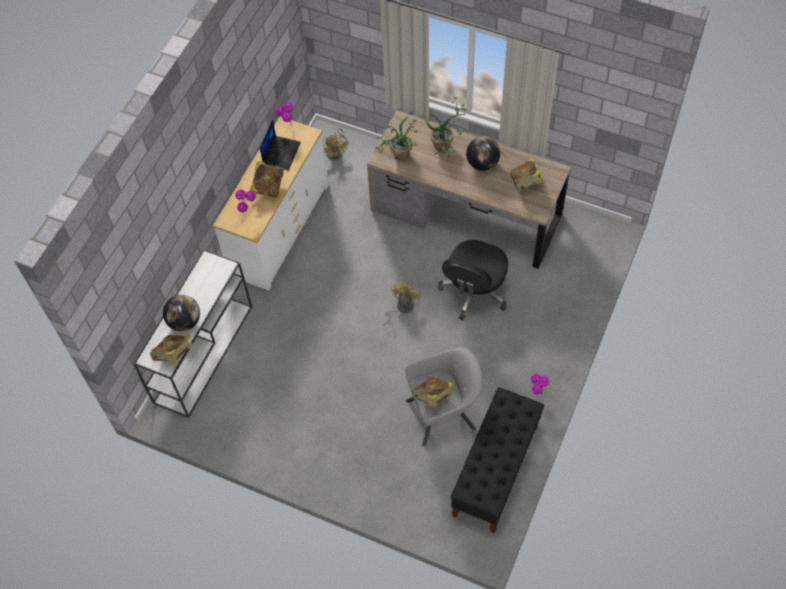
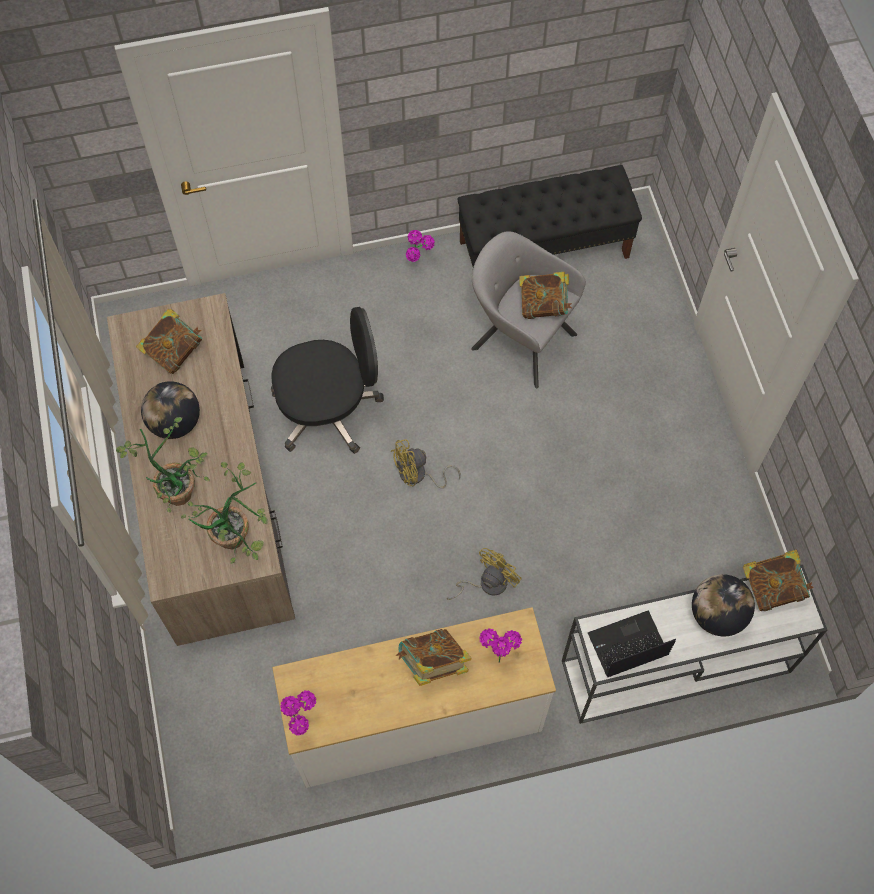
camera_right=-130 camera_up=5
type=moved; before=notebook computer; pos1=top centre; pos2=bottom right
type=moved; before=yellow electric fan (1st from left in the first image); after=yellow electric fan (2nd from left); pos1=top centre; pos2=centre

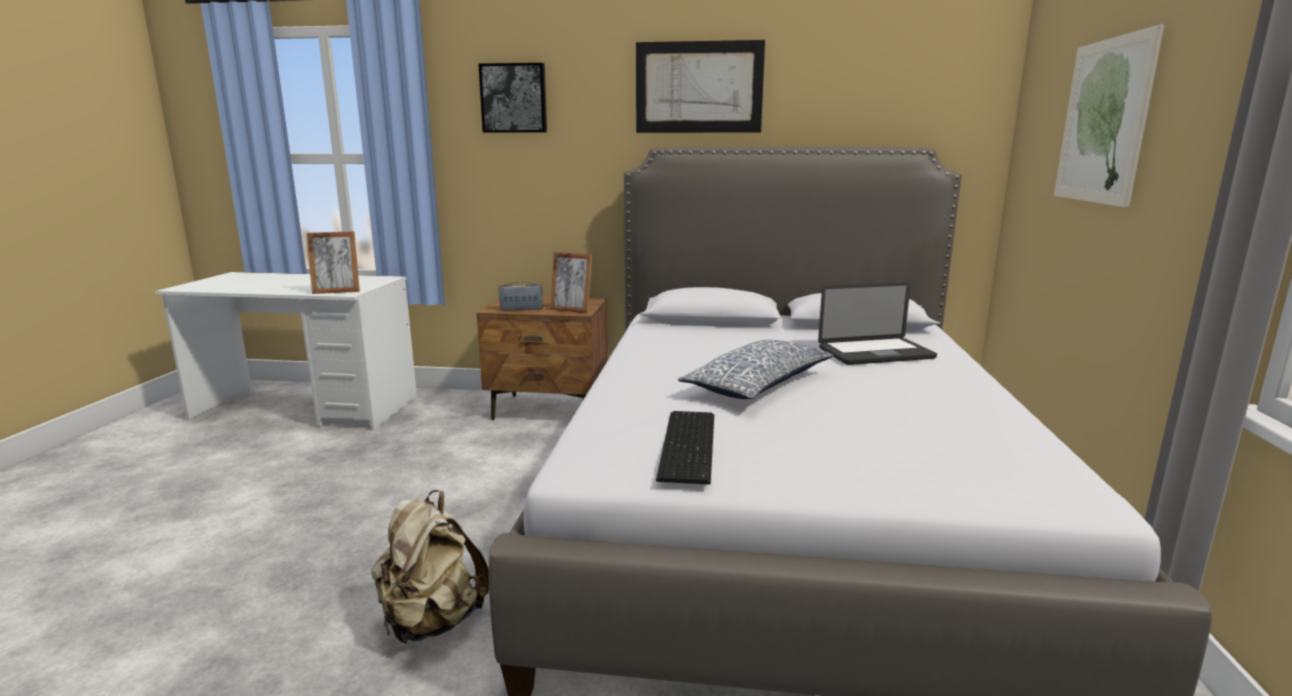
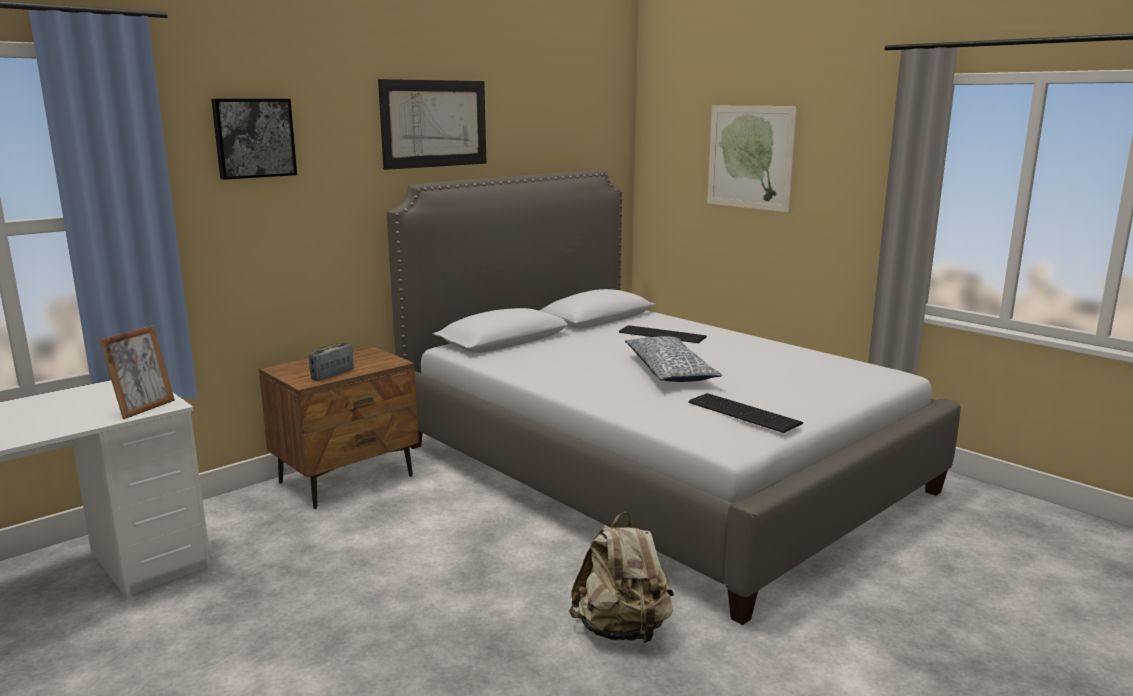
camera_right=-50 camera_up=0
type=removed; before=photo frame (2nd from left); pos1=centre
type=replaced; before=notebook computer; after=PC keyboard (1st from left); pos1=middle right; pos2=centre

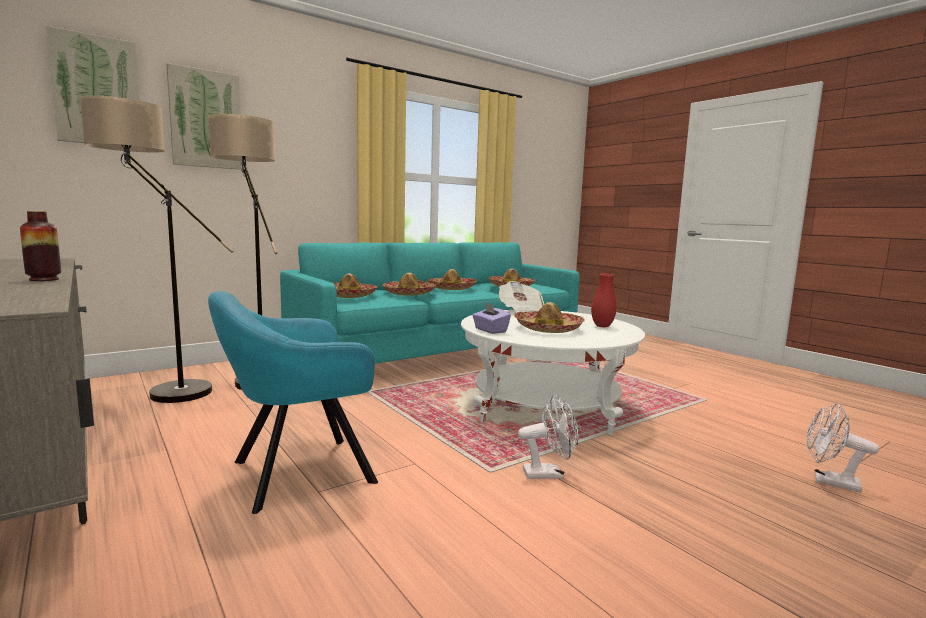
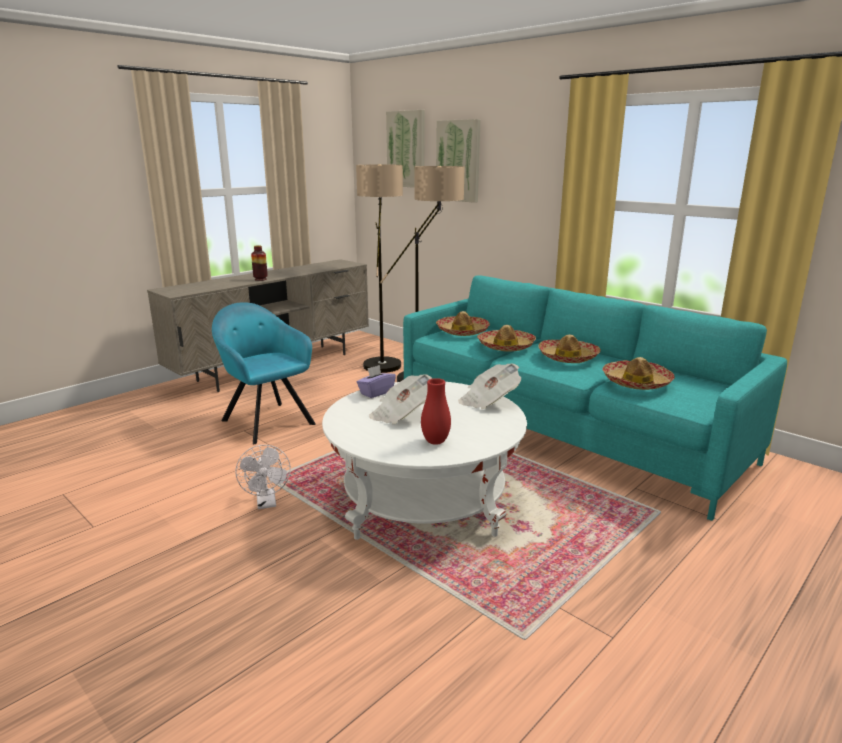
camera_right=80 camera_up=10
type=replaced; before=wearable hat (5th from left); after=daily paper (1st from left); pos1=centre; pos2=centre
type=removed; before=white-coloured electric fan (2nd from left); pos1=bottom right

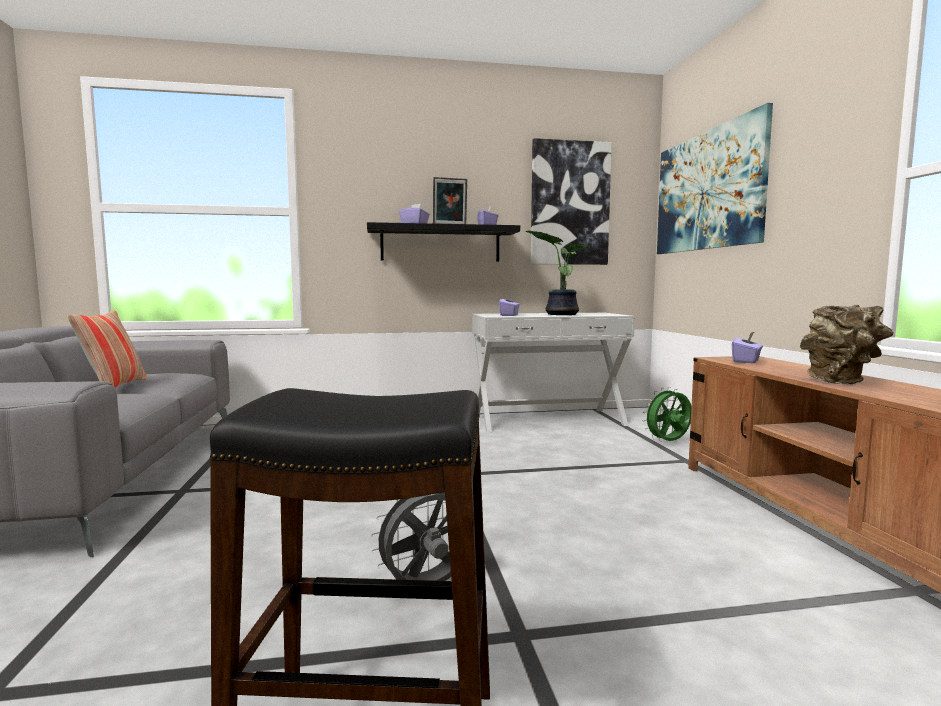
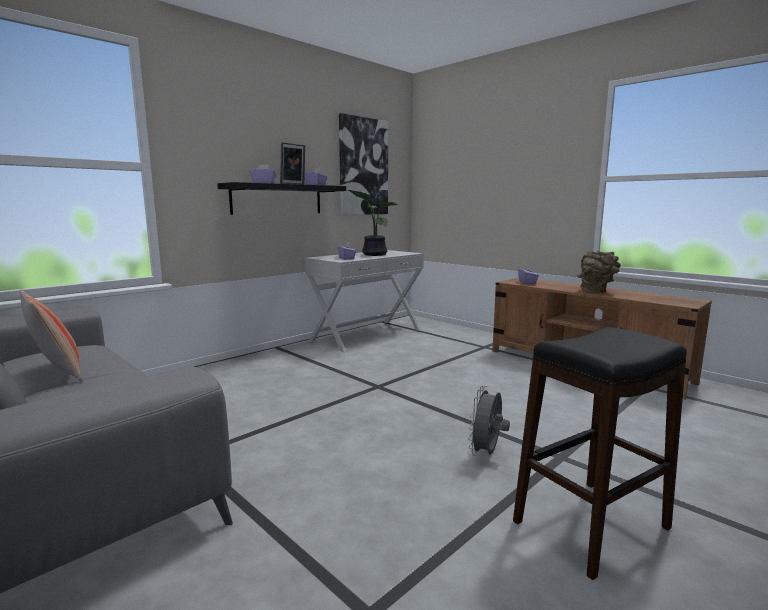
camera_right=-35 camera_up=5
type=removed; before=picture (2nd from left); pos1=top right
type=removed; before=greenish electric fan; pos1=middle right

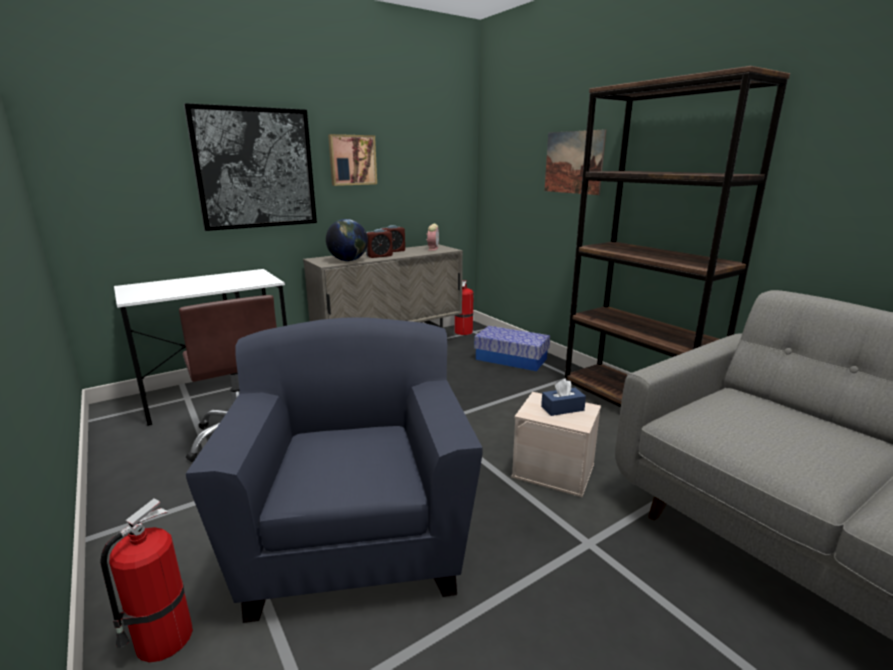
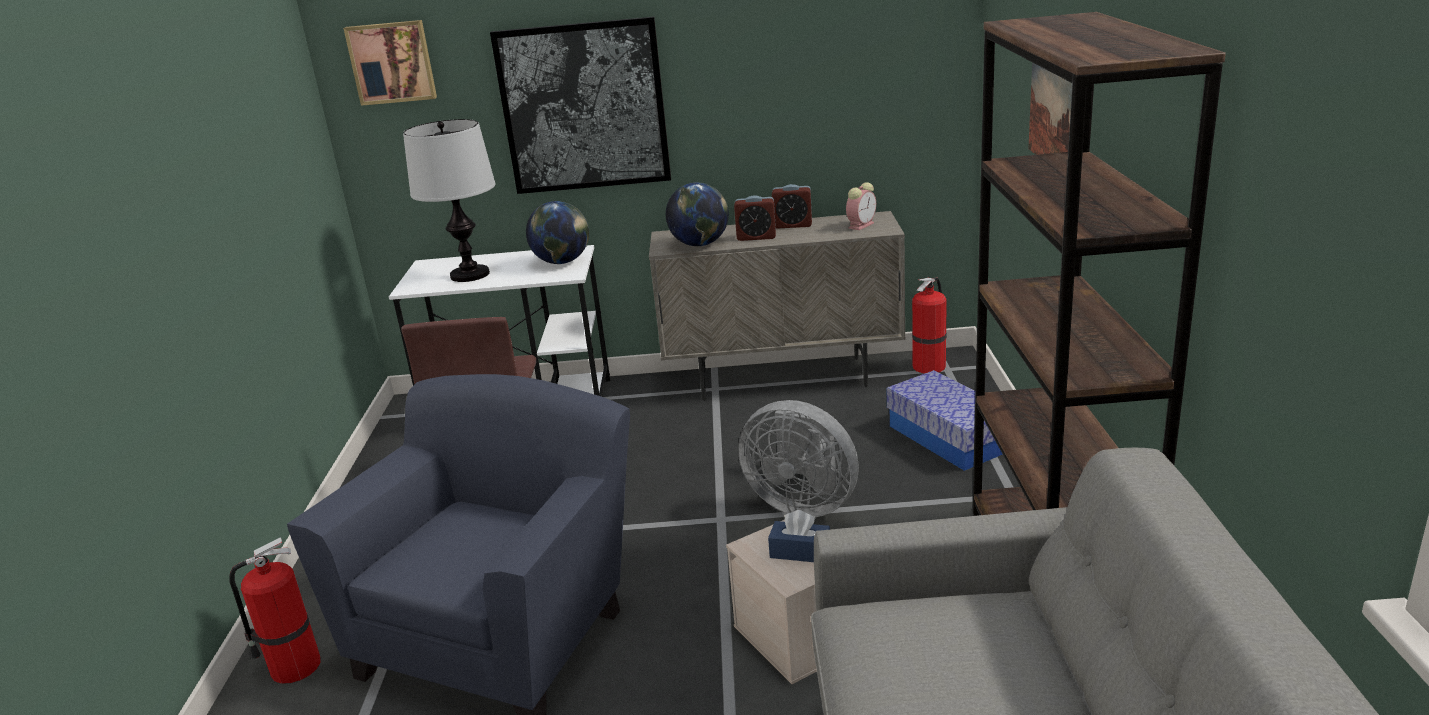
camera_right=35 camera_up=5
type=moved; before=picture (2nd from left in the first image); after=picture (1st from left); pos1=top centre; pos2=top left
type=added; after=tabletop lamp; pos2=top left
type=added; after=world globe (1st from left); pos2=top centre
type=added; after=gray electric fan; pos2=centre

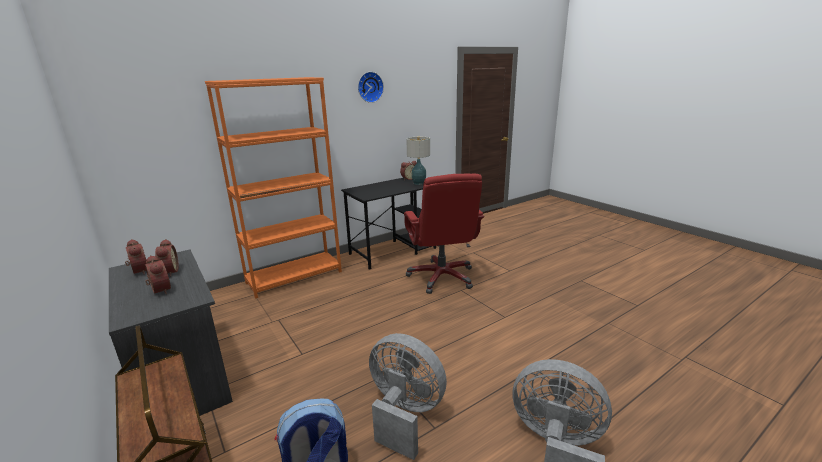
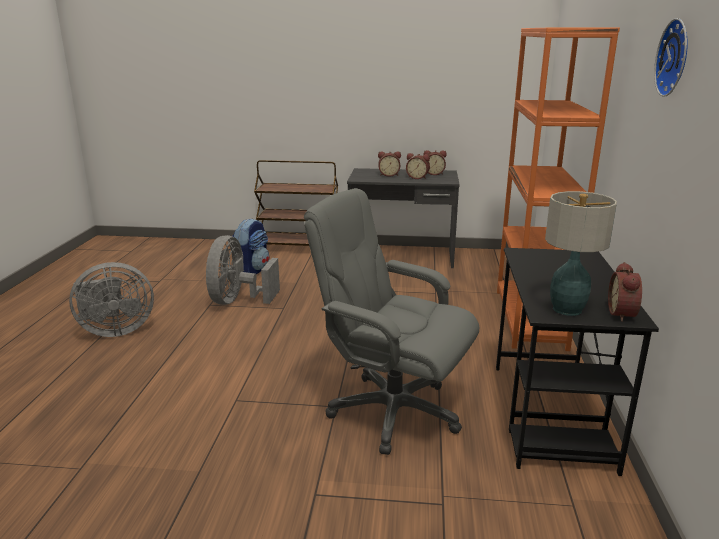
camera_right=130 camera_up=0
type=recoloured; before=red-coloured computer chair; after=gray computer chair; pos1=centre; pos2=centre
type=turned; before=gray electric fan (1st from left in the first image); pos1=bottom centre; pos2=centre; turn=120

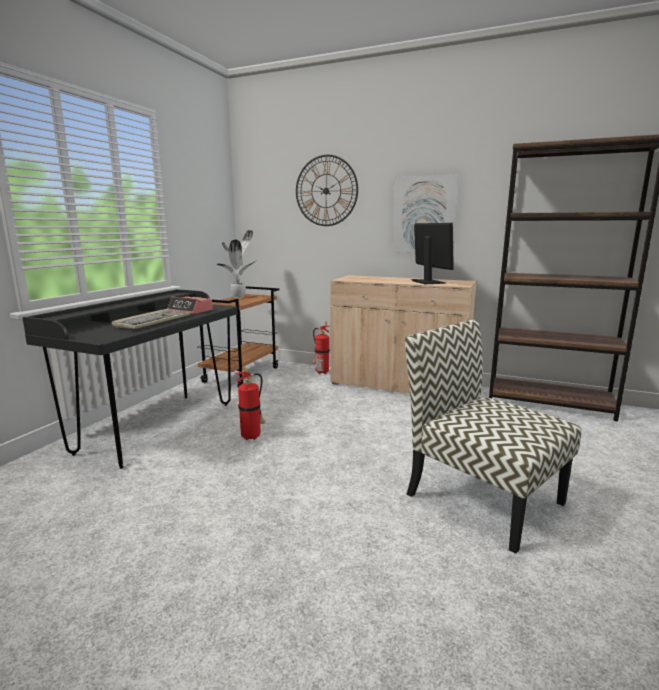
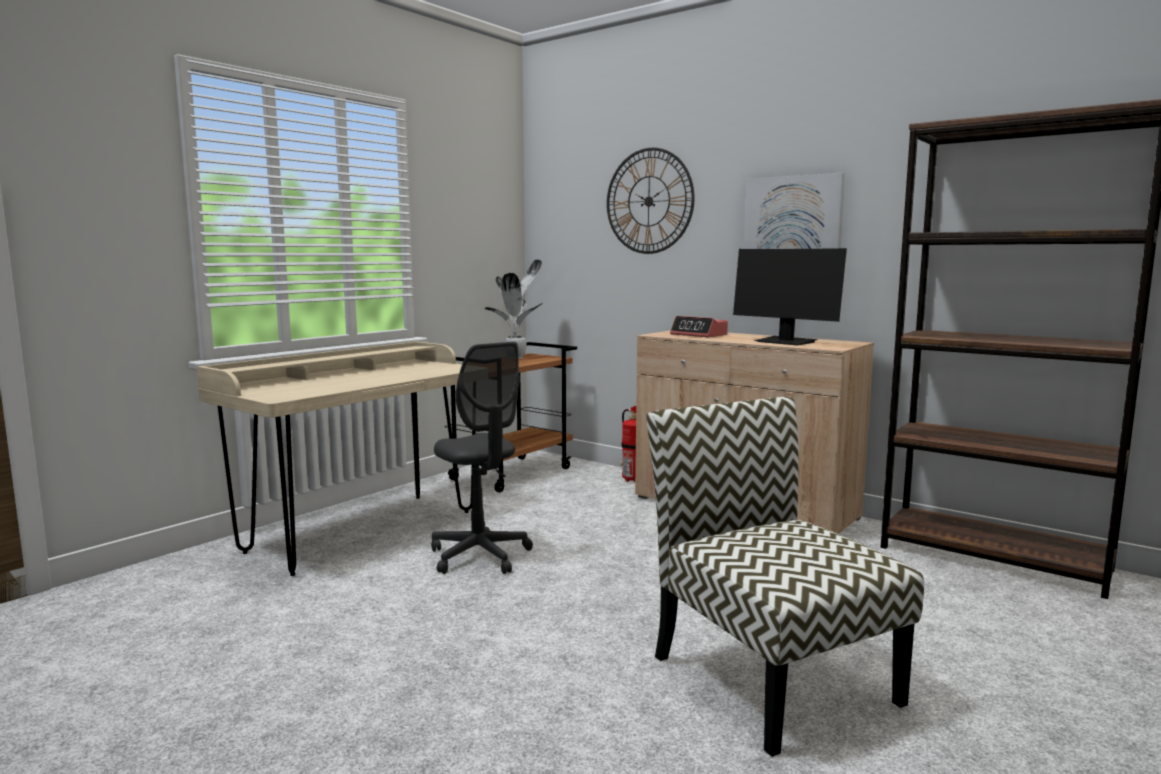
camera_right=15 camera_up=-5
type=turned; before=monitor; pos1=centre; pos2=middle right; turn=135
type=recoloured; before=black-coloured desk unit; after=sand-coloured desk unit; pos1=middle left; pos2=middle left
type=moved; before=alarm clock; pos1=middle left; pos2=centre
type=removed; before=PC keyboard; pos1=middle left
type=replaced; before=extinguisher (1st from left); after=gray computer chair; pos1=centre; pos2=centre

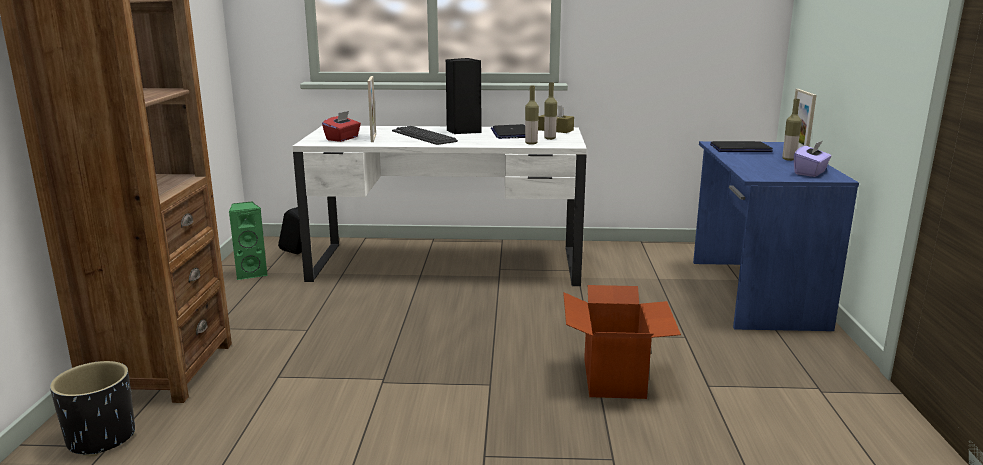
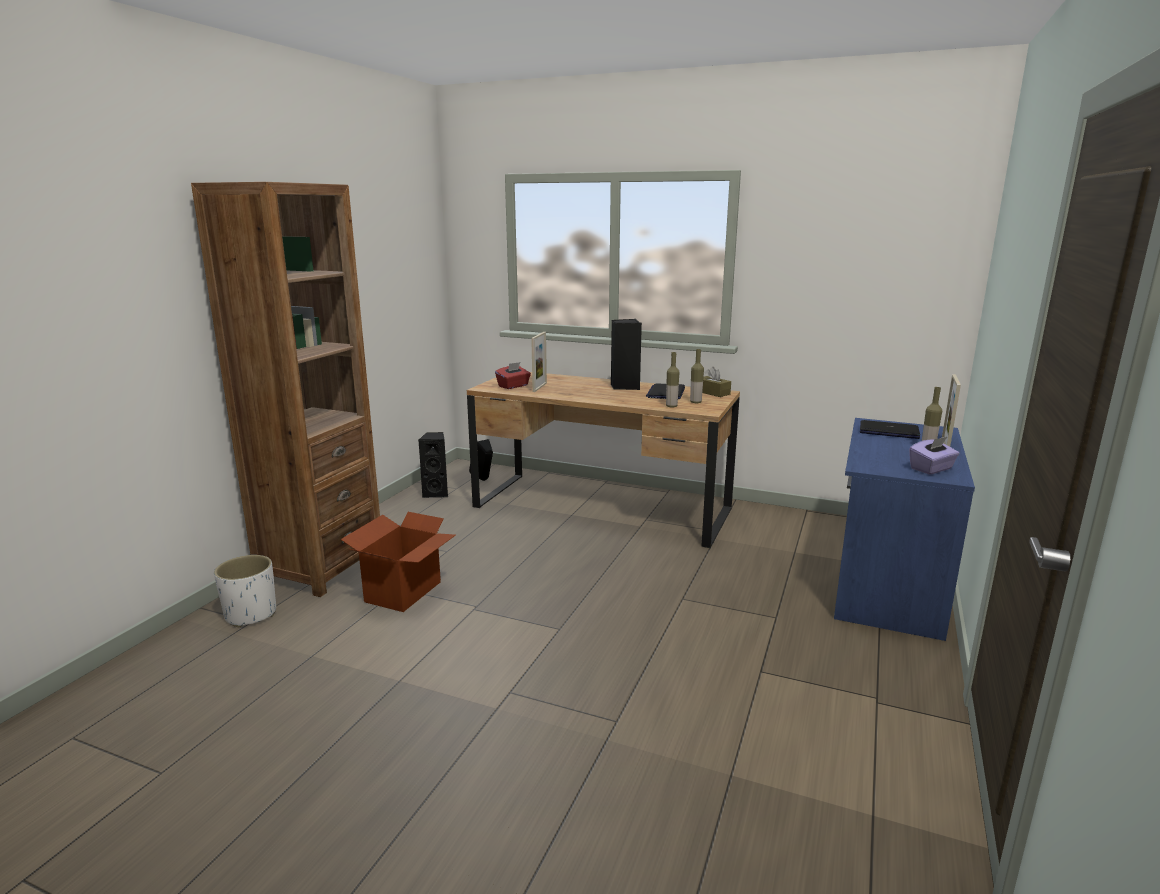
camera_right=20 camera_up=0
type=recoloured; before=white-coloured desk unit; after=brown desk unit; pos1=centre; pos2=centre
type=removed; before=PC keyboard; pos1=top centre
type=recoloured; before=greenish speaker; after=black-coloured speaker (1st from left); pos1=middle left; pos2=centre
type=moved; before=cardboard box; pos1=bottom centre; pos2=centre
type=recoloured; before=black-coloured flower pot; after=white-coloured flower pot; pos1=bottom left; pos2=middle left

